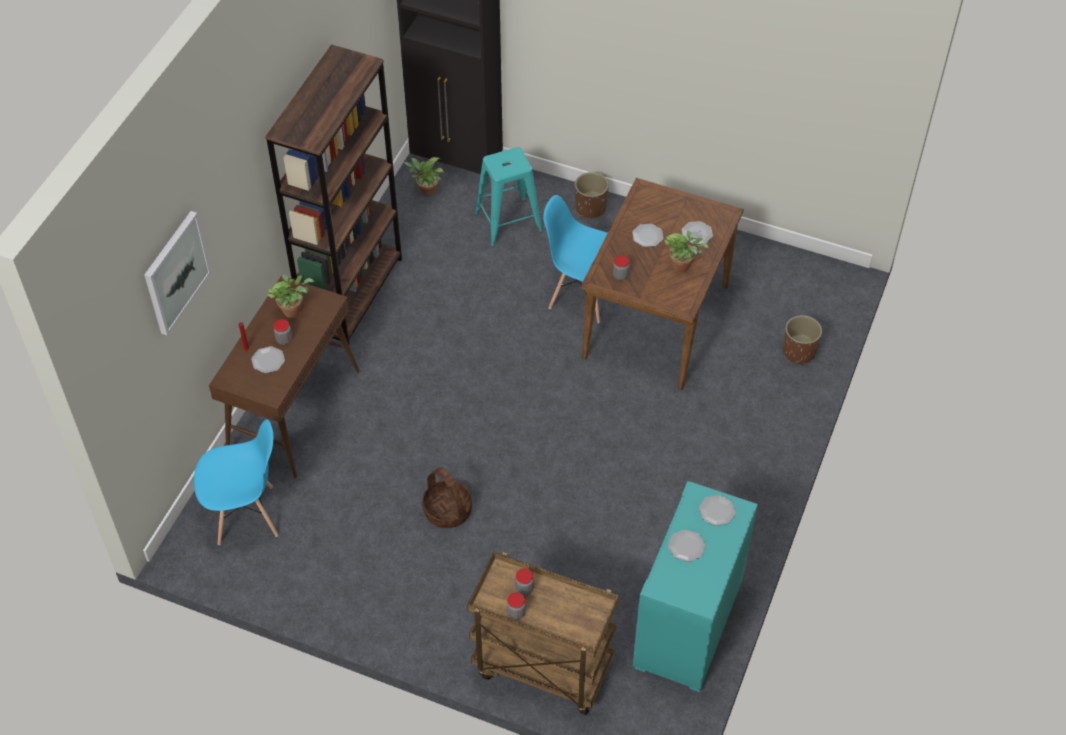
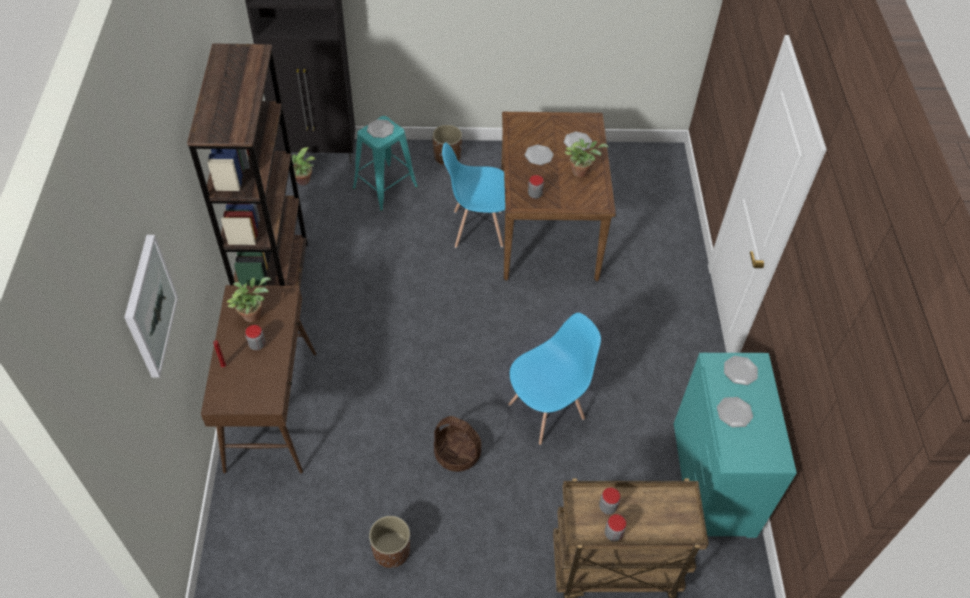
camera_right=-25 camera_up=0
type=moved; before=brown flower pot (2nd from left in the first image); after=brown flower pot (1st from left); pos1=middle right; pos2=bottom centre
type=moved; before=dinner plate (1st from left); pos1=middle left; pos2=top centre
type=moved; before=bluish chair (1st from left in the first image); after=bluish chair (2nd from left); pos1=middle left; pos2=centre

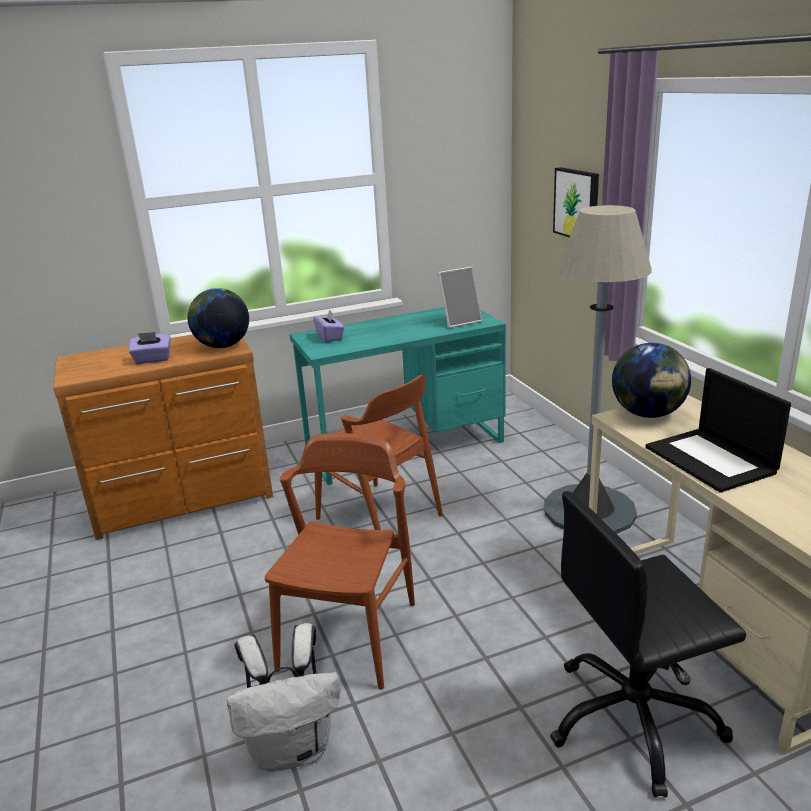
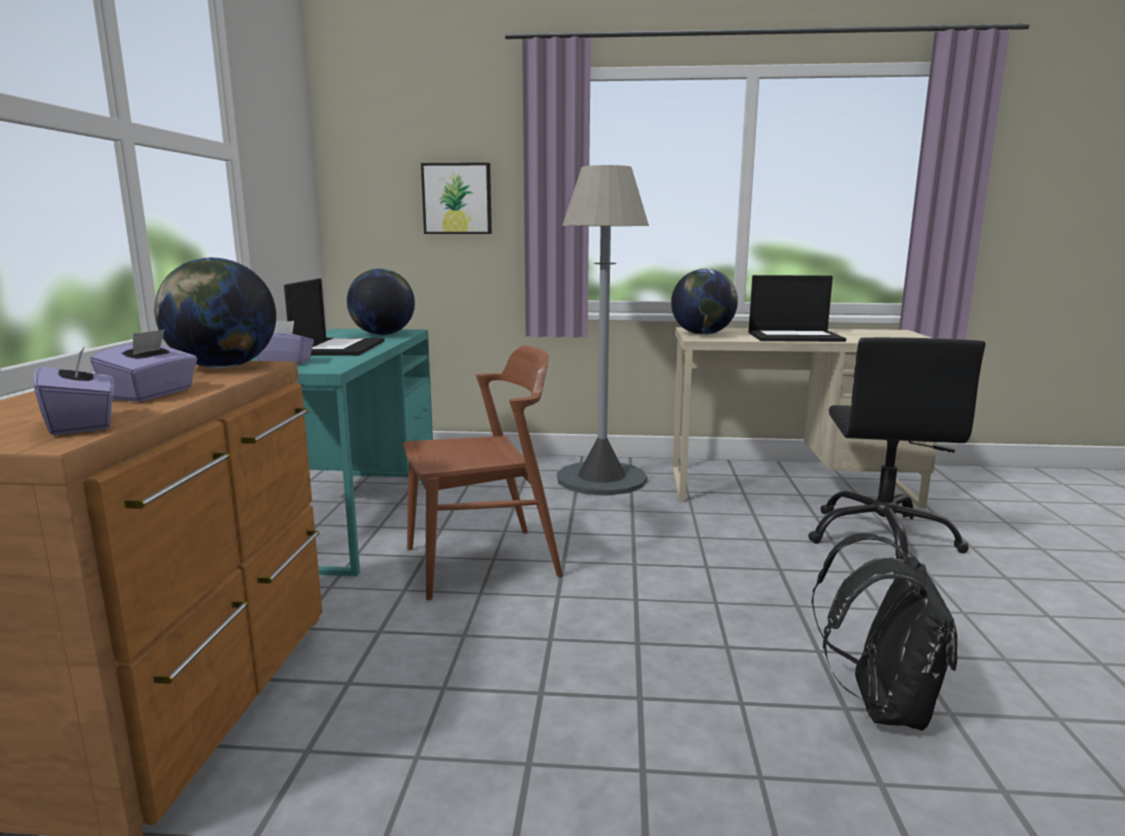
camera_right=-65 camera_up=-10
type=replaced; before=photo frame; after=world globe (2nd from left); pos1=centre; pos2=centre
type=removed; before=brown chair (1st from left); pos1=bottom centre
type=recoloured; before=white-coloured rucksack; after=black-coloured rucksack; pos1=bottom centre; pos2=bottom right
type=added; after=notebook computer (1st from left); pos2=middle left
type=added; after=purple tissue holder (1st from left); pos2=middle left

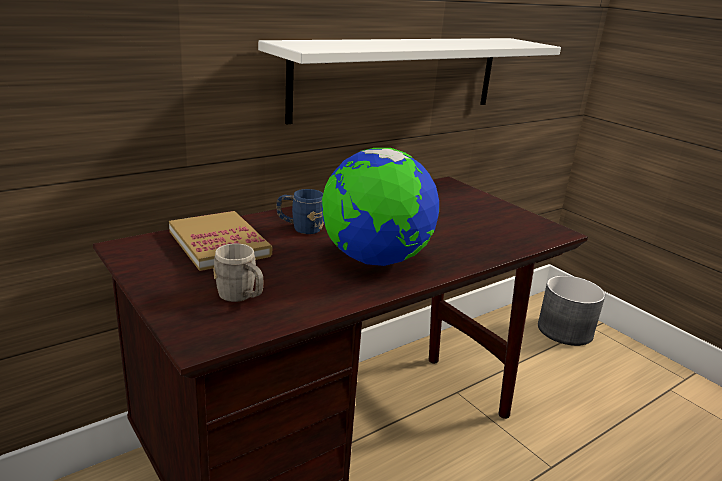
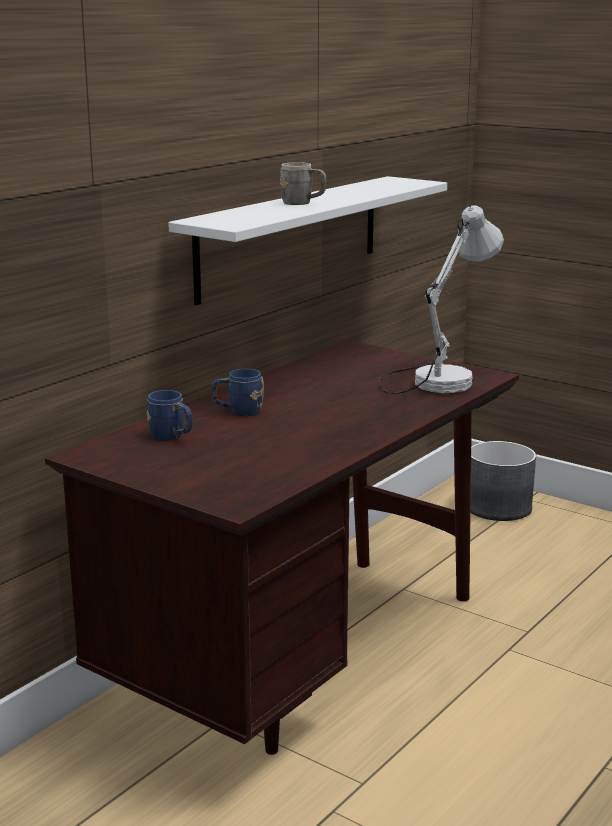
camera_right=-15 camera_up=-5
type=removed; before=world globe; pos1=centre
type=replaced; before=volume; after=bluish mug (1st from left); pos1=middle left; pos2=middle left
type=moved; before=gray mug; pos1=middle left; pos2=top centre
type=added; after=white-coloured tabletop lamp; pos2=middle right

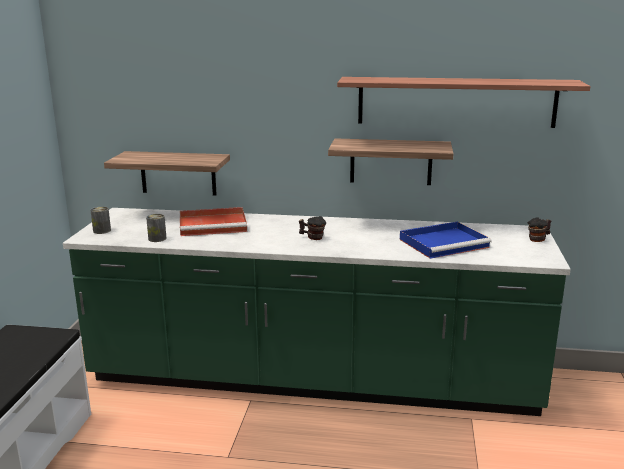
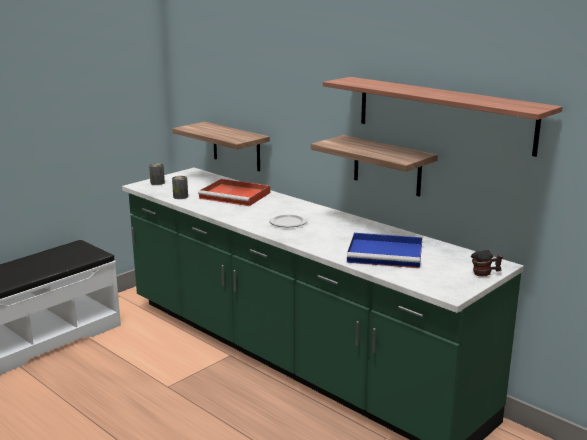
camera_right=35 camera_up=0
type=replaced; before=mug (1st from left); after=dinner plate; pos1=centre; pos2=centre

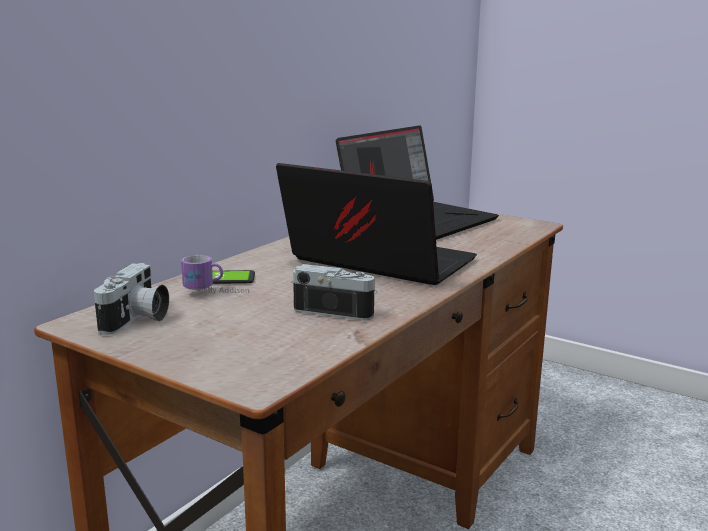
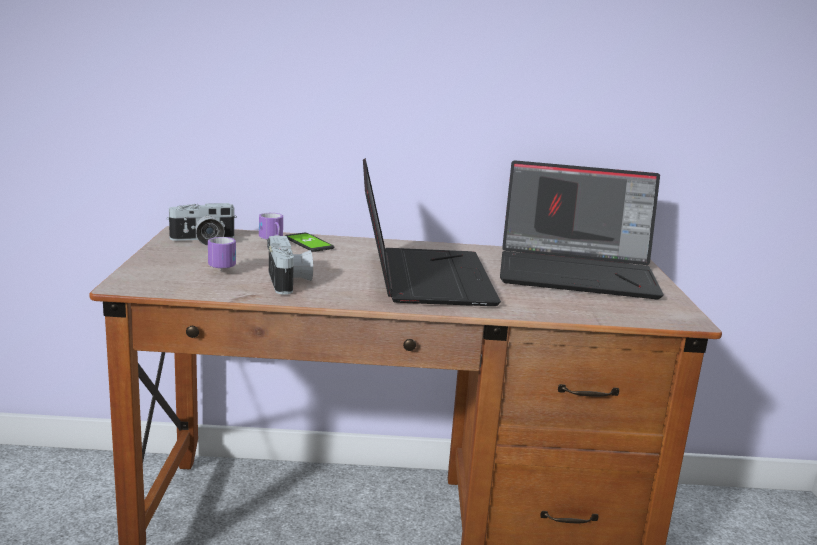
camera_right=55 camera_up=0
type=added; after=mug (1st from left); pos2=middle left

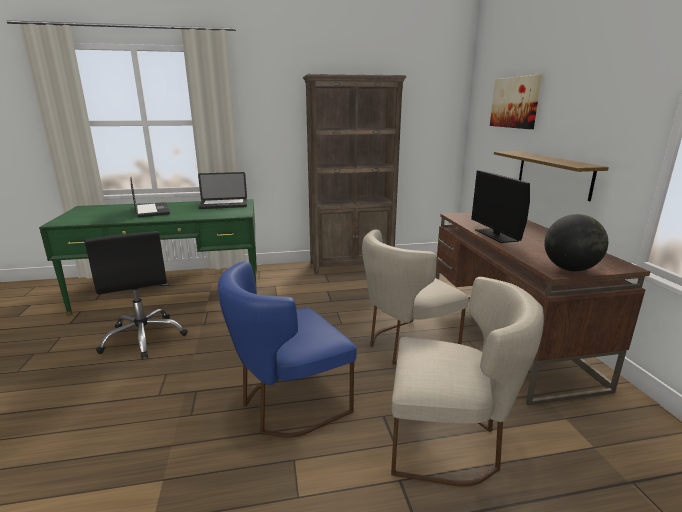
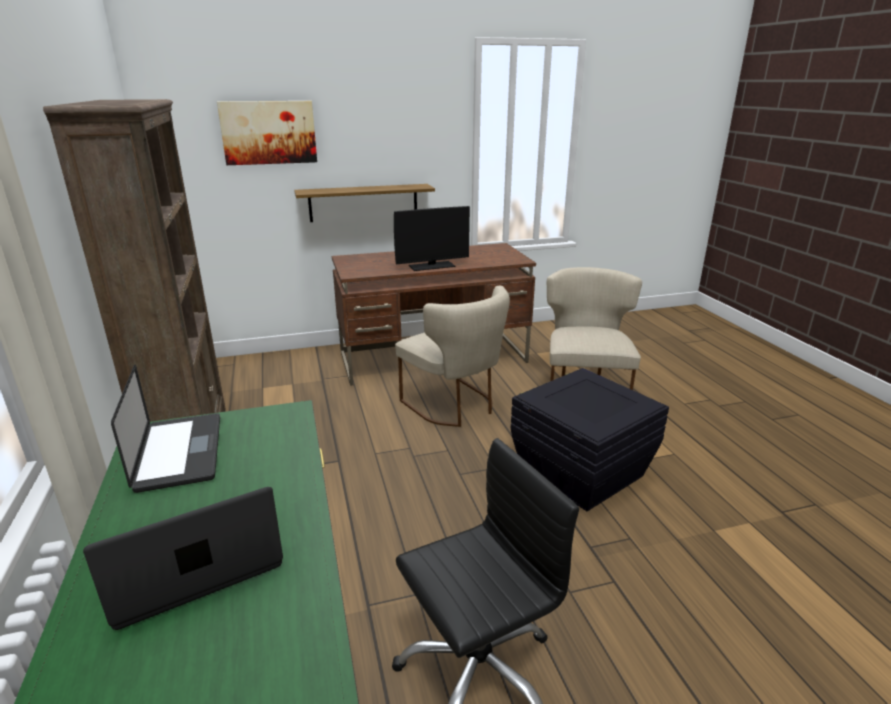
camera_right=-95 camera_up=5
type=removed; before=world globe; pos1=middle right
type=replaced; before=bluish chair; after=black-coloured storage bin; pos1=bottom centre; pos2=centre

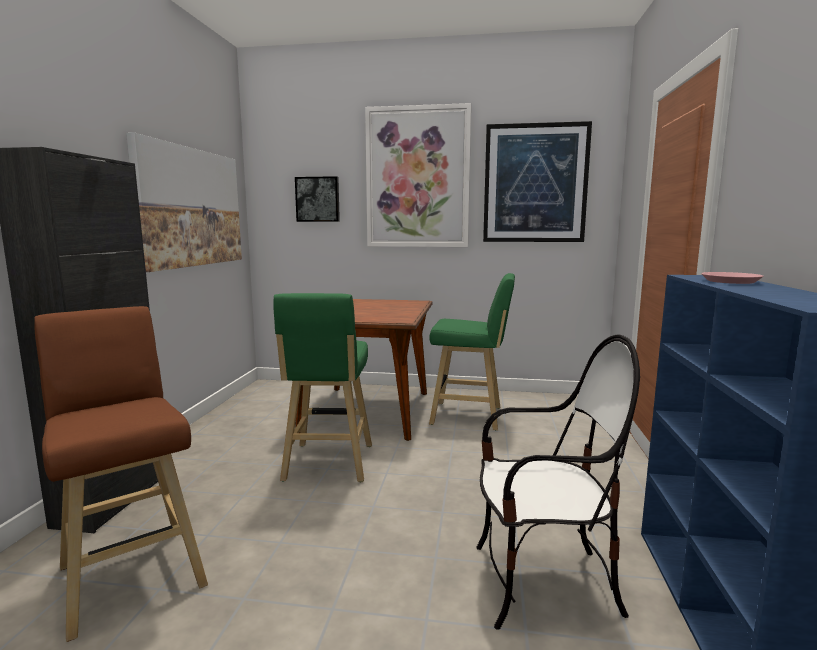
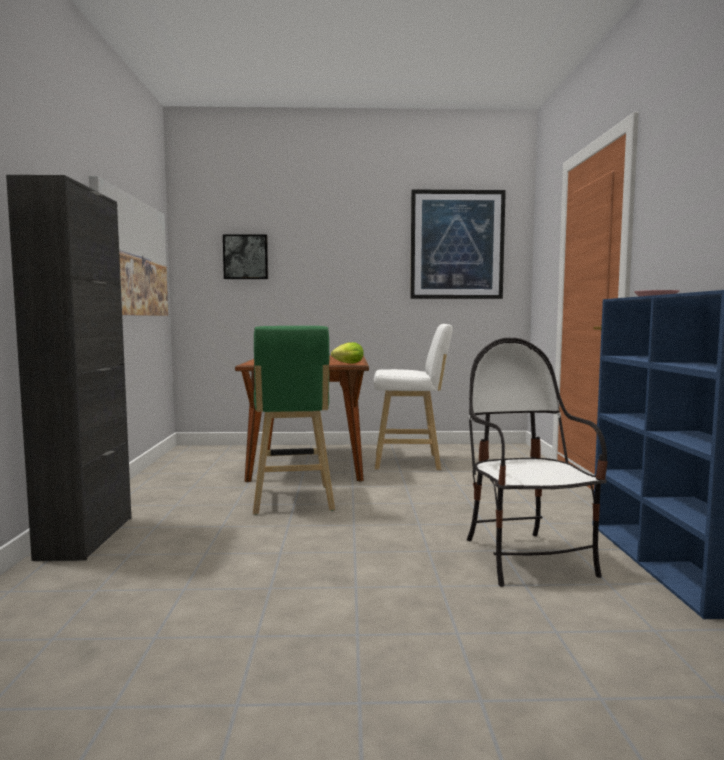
camera_right=-10 camera_up=-5
type=removed; before=picture (3rd from left); pos1=top centre
type=recoloured; before=greenish sitting stool (2nd from left); after=white-coloured sitting stool; pos1=centre; pos2=centre
type=removed; before=brown sitting stool; pos1=bottom left
type=turned; before=chair; pos1=bottom right; pos2=middle right; turn=-90
type=added; after=head of lettuce; pos2=centre

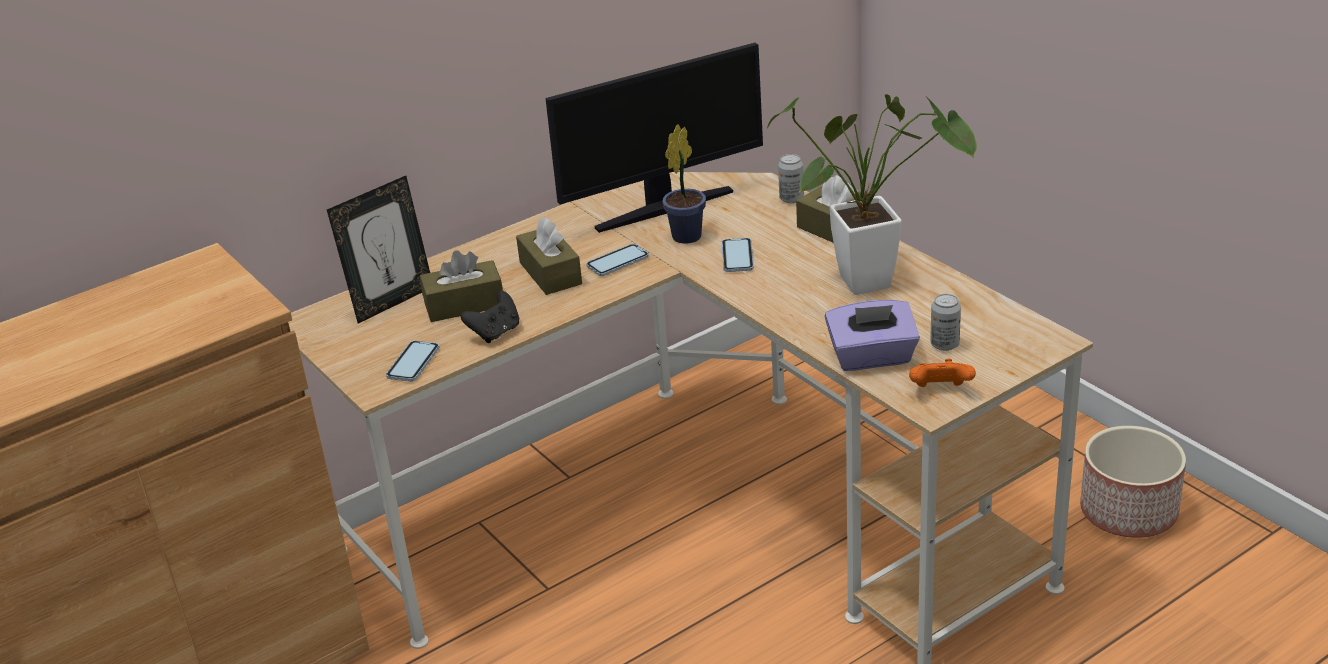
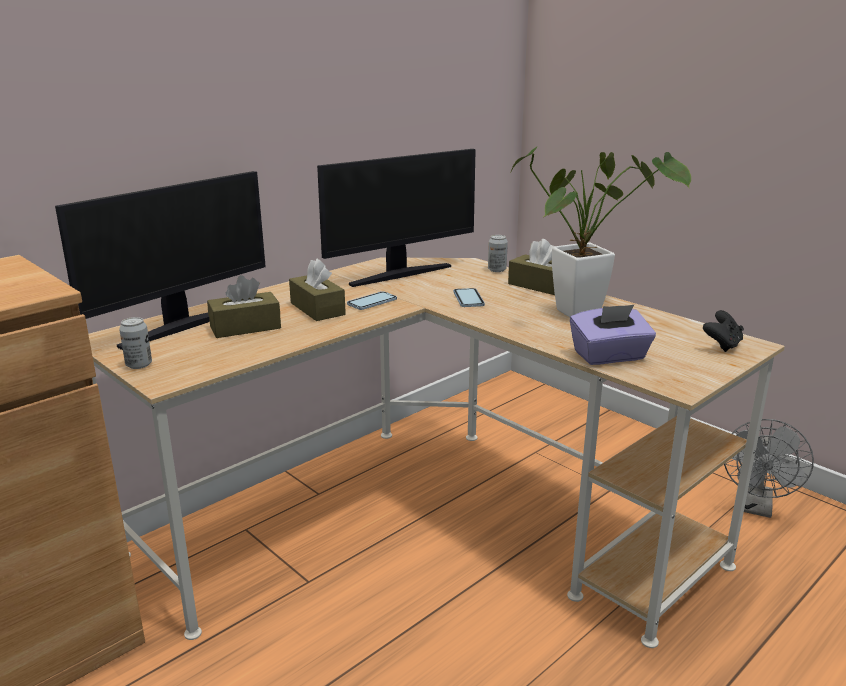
camera_right=-10 camera_up=-10
type=removed; before=potted plant (1st from left); pos1=top centre
type=replaced; before=photo frame; after=monitor (1st from left); pos1=middle left; pos2=middle left
type=moved; before=black-coloured game controller; pos1=centre; pos2=middle right
type=moved; before=metal can (2nd from left in the first image); after=metal can (1st from left); pos1=middle right; pos2=middle left
type=removed; before=telephone (1st from left); pos1=middle left
type=removed; before=orange-coloured game controller; pos1=middle right
type=replaced; before=flower pot; after=gray electric fan; pos1=bottom right; pos2=bottom right

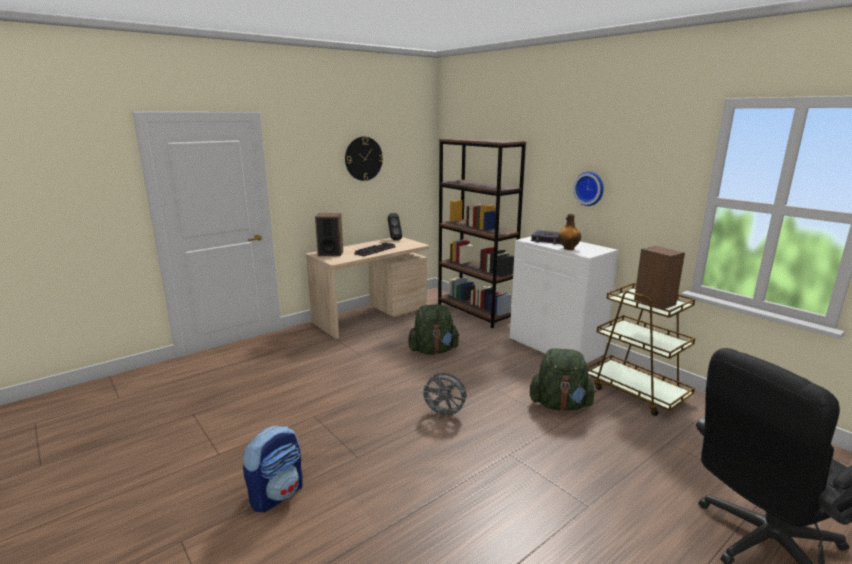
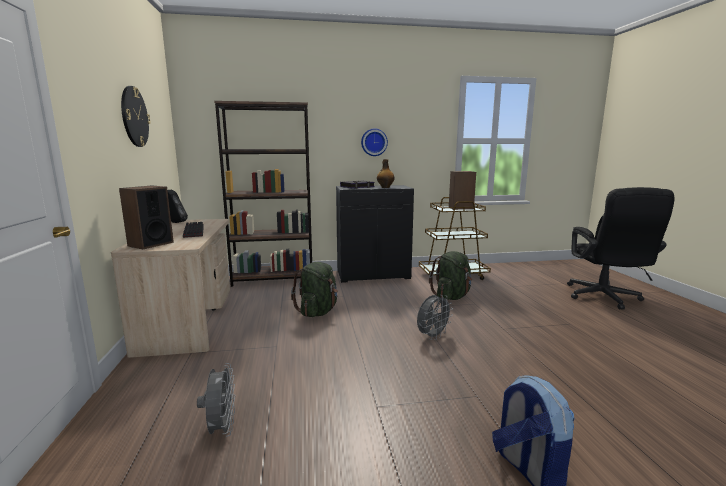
camera_right=-60 camera_up=-5
type=recoloured; before=white-coloured cupboard; after=black-coloured cupboard; pos1=centre; pos2=centre
type=added; after=gray electric fan (1st from left); pos2=bottom left

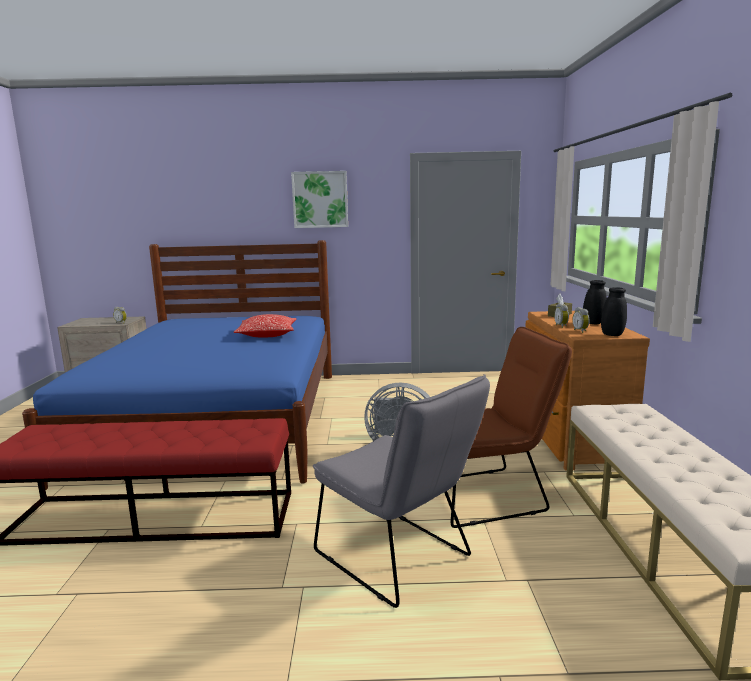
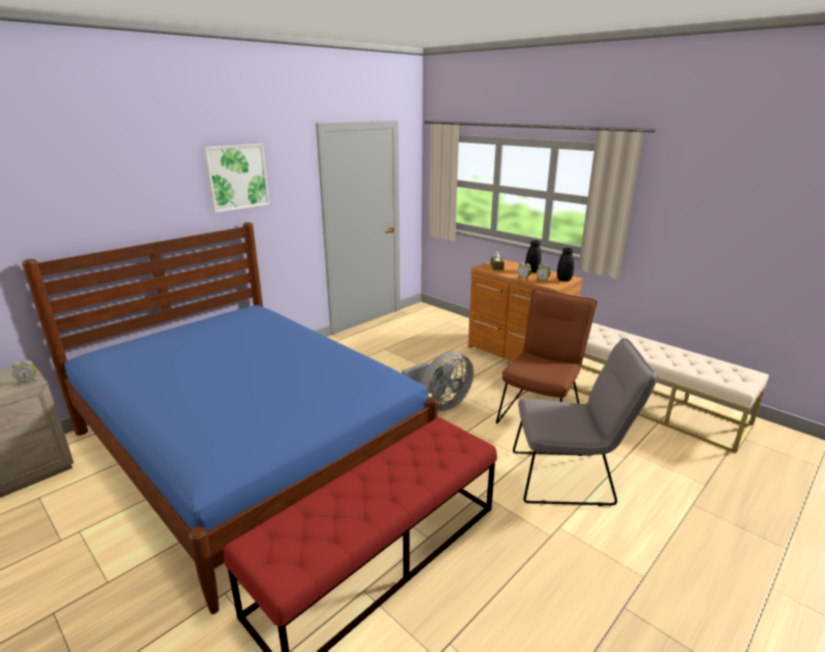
camera_right=-45 camera_up=10
type=removed; before=cushion; pos1=centre

